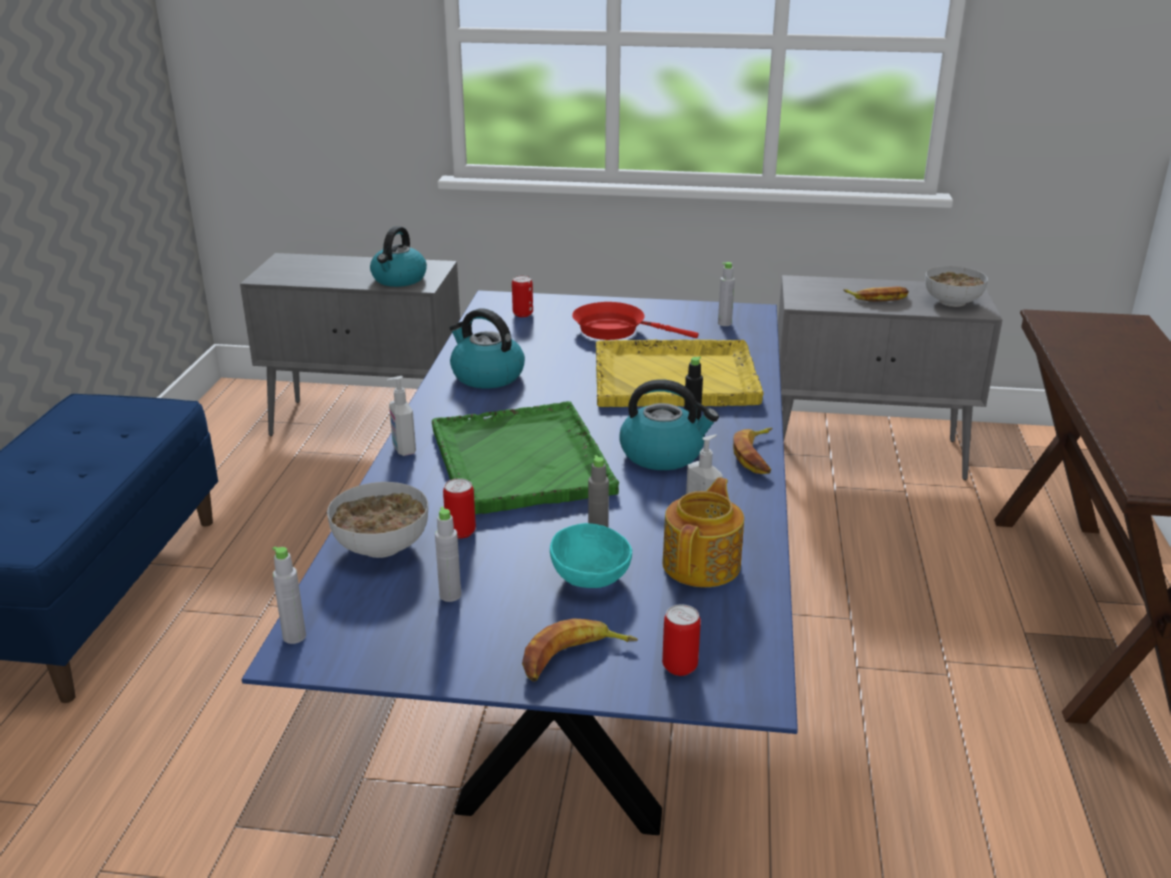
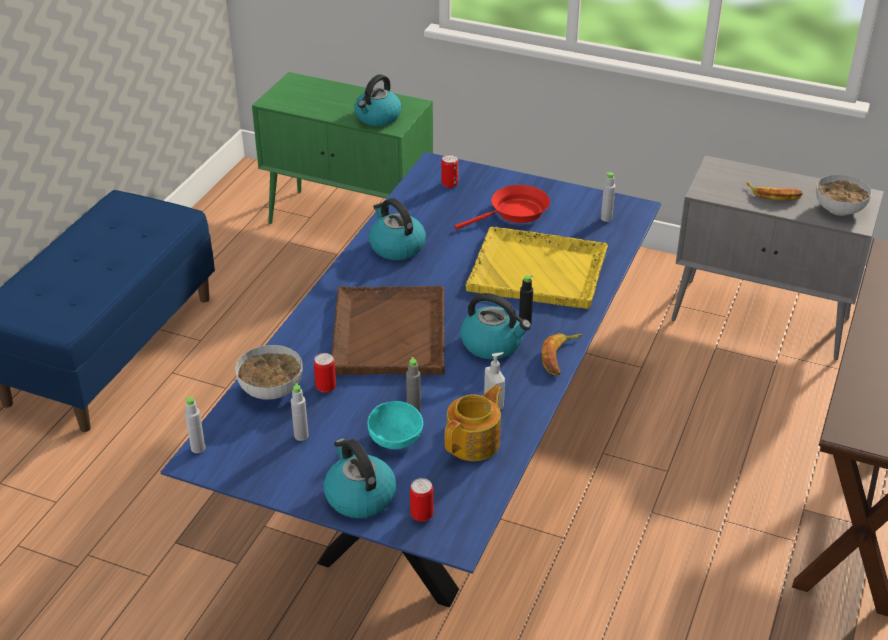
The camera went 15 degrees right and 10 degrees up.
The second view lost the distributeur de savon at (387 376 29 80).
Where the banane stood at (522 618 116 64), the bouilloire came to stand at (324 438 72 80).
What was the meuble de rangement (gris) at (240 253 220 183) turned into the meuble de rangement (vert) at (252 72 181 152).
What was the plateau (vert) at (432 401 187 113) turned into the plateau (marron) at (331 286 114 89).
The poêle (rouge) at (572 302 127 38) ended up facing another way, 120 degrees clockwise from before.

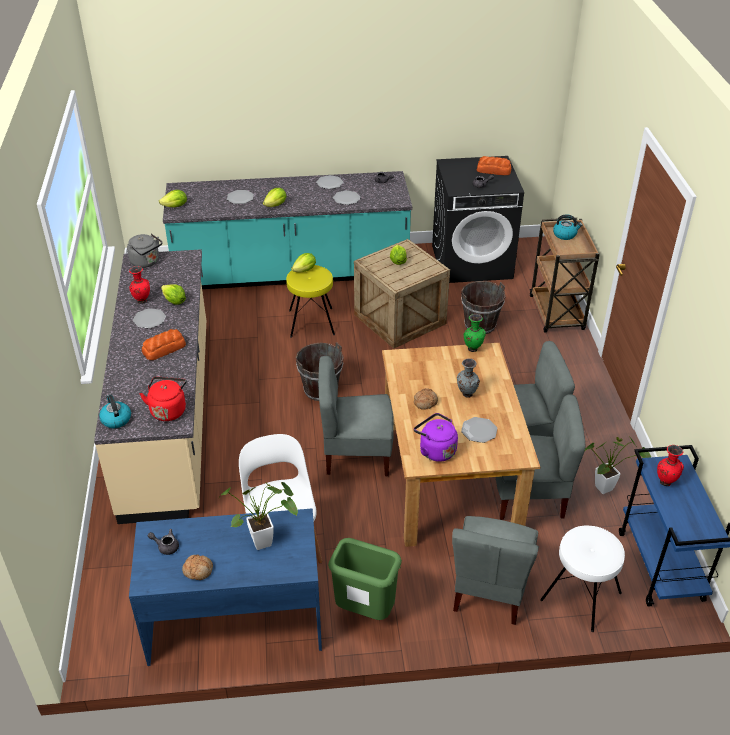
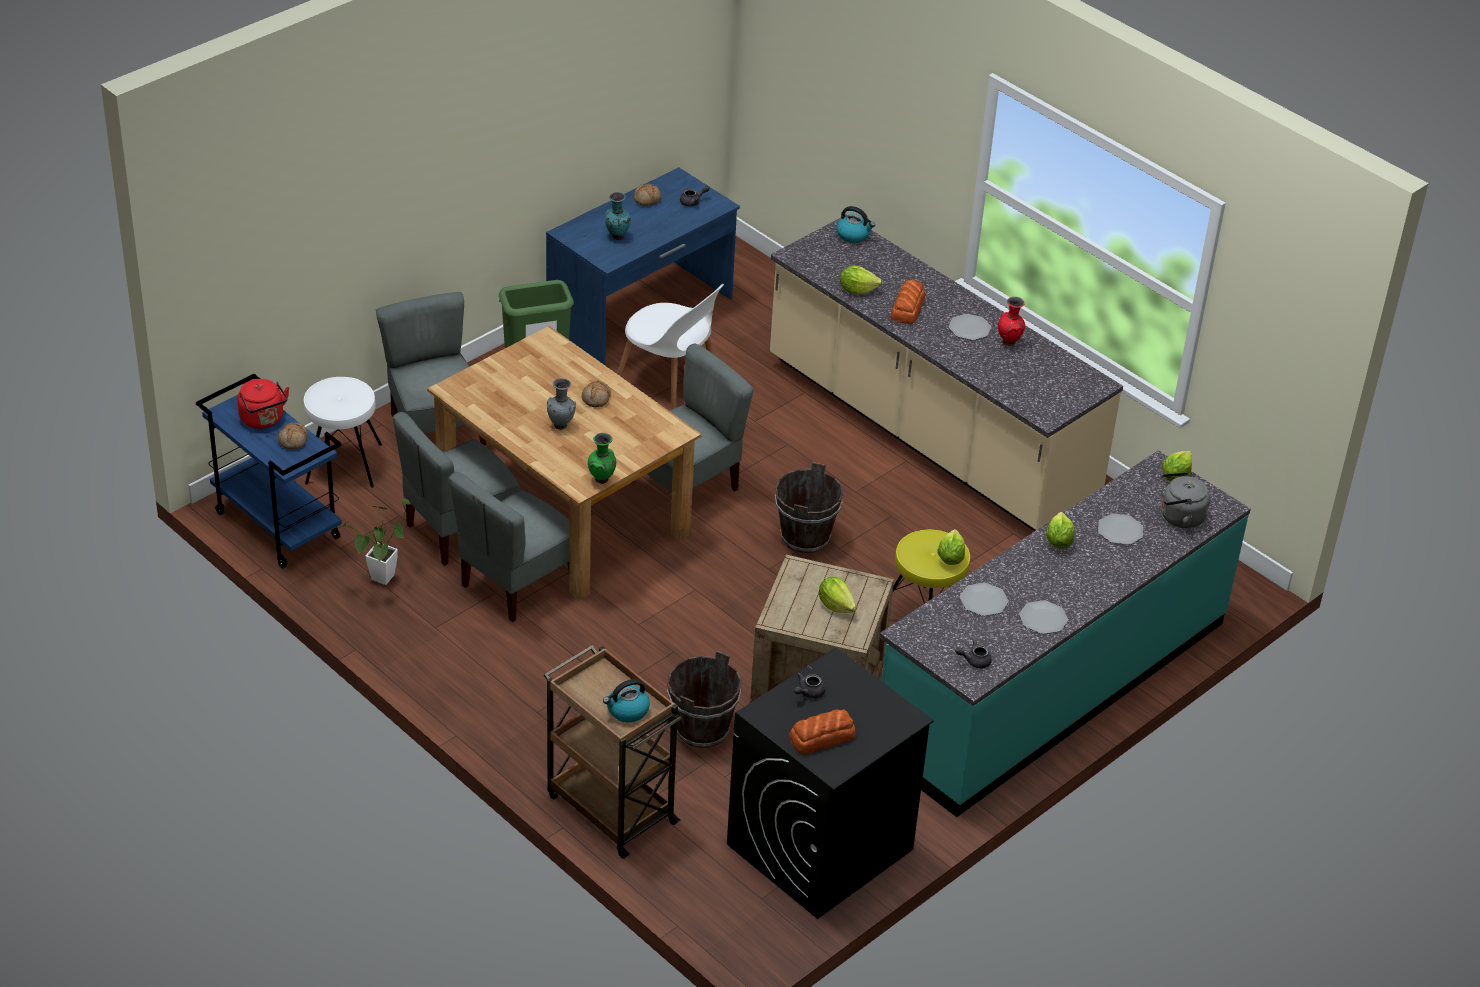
The camera went 140 degrees right and 0 degrees up.
The second view lost the bouilloire (violet) at (414 413 44 49).
The second view lost the assiette at (461 417 36 26).
The bouilloire (gris) ended up elsewhere, having gone from (127 233 35 35) to (1161 472 49 56).
The bouilloire (rouge) ended up elsewhere, having gone from (140 377 47 44) to (237 379 53 50).
The laitue ended up elsewhere, having gone from (161 284 25 21) to (840 265 42 29).
Where the plante en pot stood at (220 482 78 68), the vase (turquoise) came to stand at (605 192 26 48).
Where the vase (rouge) stood at (657 445 27 41), the pain came to stand at (278 422 30 28).

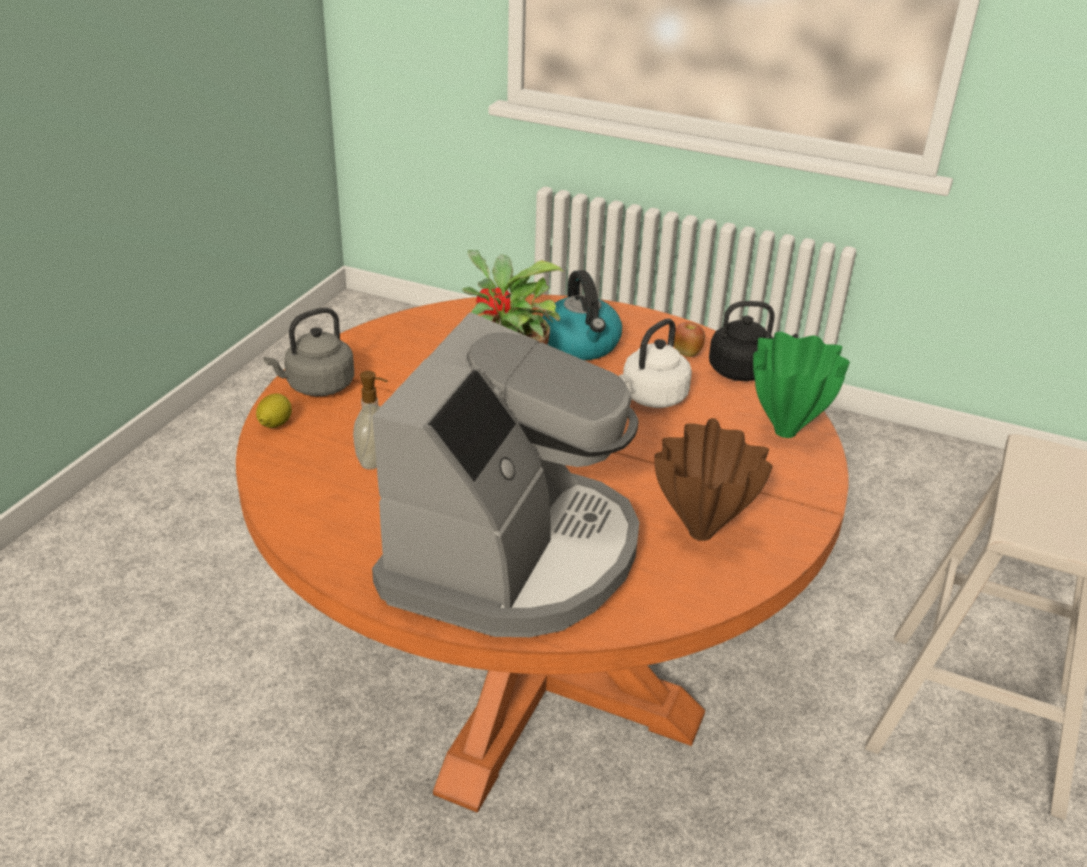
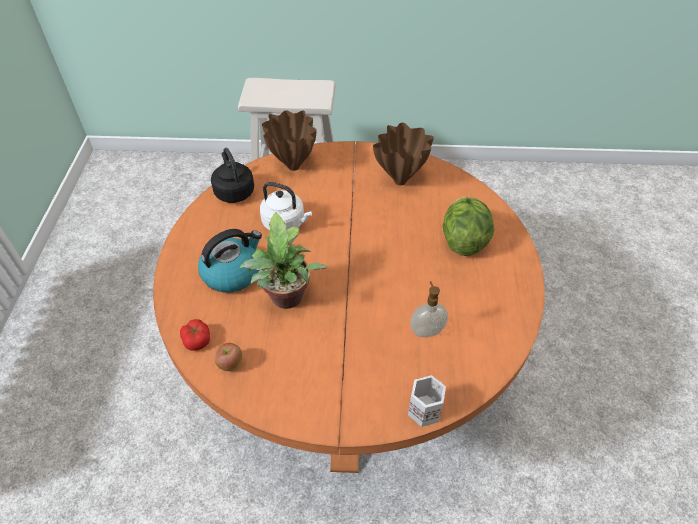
The camera went 110 degrees left and 15 degrees up.
The second view lost the bouilloire (gris) at (264 308 90 88).
The pomme ended up elsewhere, having gone from (674 322 31 35) to (214 343 28 28).
Where the citron stood at (256 393 36 35), the mug (blanc) came to stand at (408 375 38 52).
Where the machine à café stood at (372 312 267 325), the laitue came to stand at (442 197 52 59).
What was the vase (vert) at (753 332 97 106) turned into the vase (marron) at (262 110 55 61).

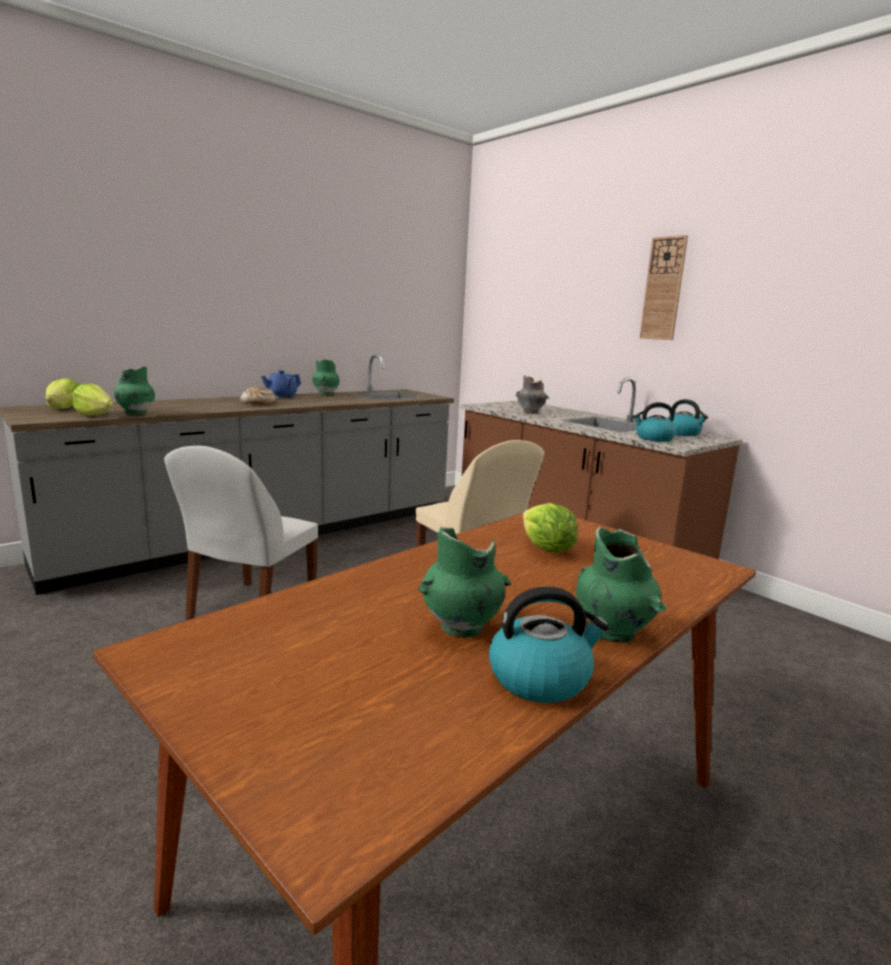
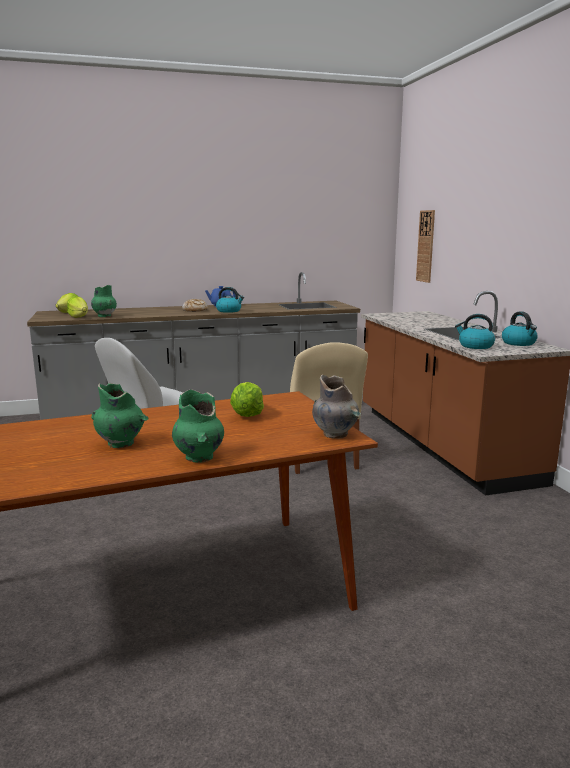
The camera went 25 degrees right and 0 degrees up.
The second view lost the vase (vert) at (312 359 28 36).
The bouilloire ended up elsewhere, having gone from (489 587 120 116) to (216 287 28 26).
The vase (gris) ended up elsewhere, having gone from (516 375 34 39) to (312 375 49 64).
The horloge murale ended up elsewhere, having gone from (639 235 49 105) to (416 210 19 73).

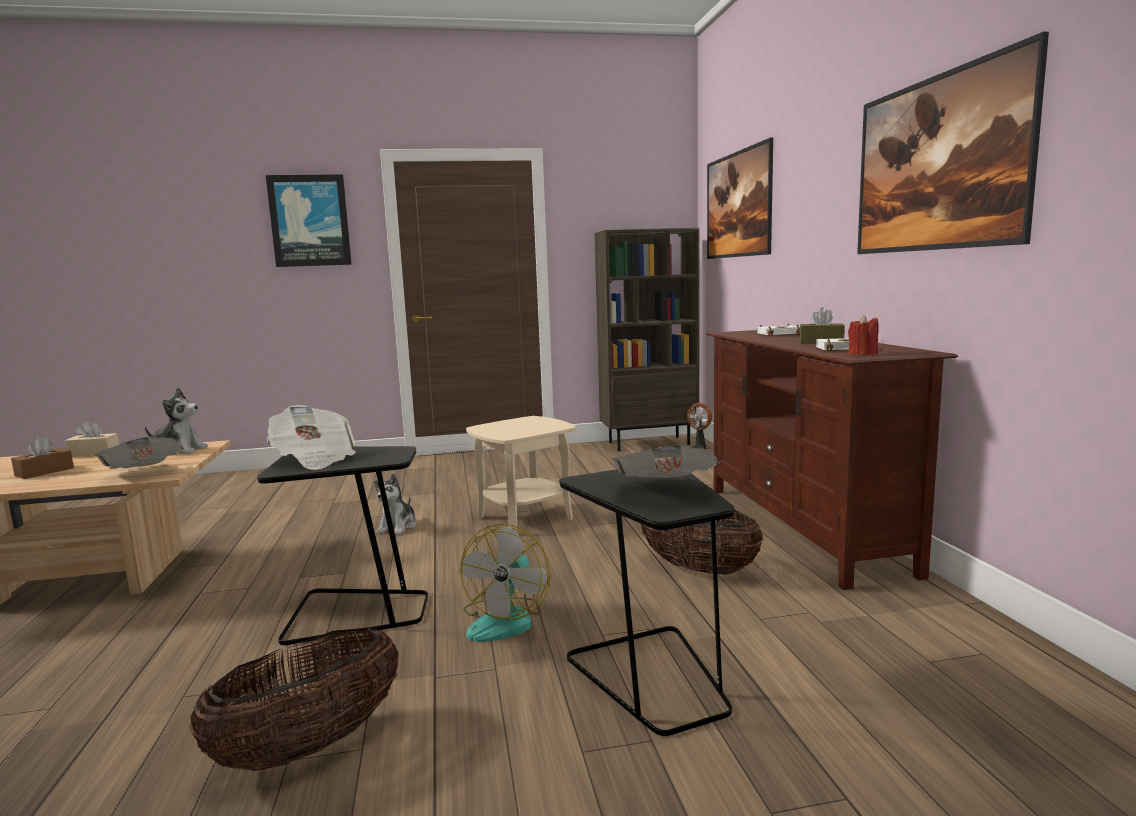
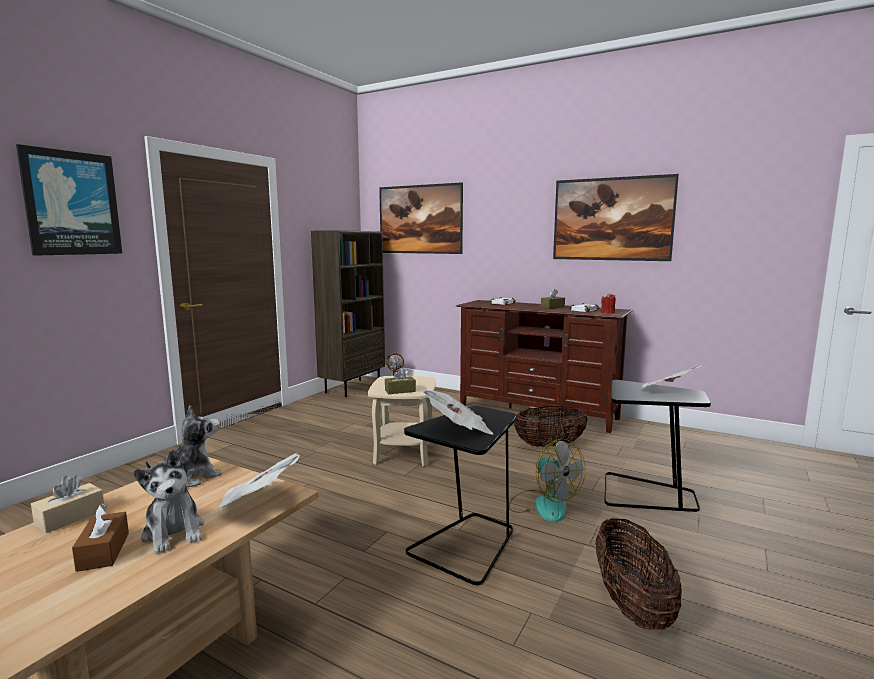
The camera went 50 degrees left and 0 degrees up.
The second view gained the boîte à mouchoirs (marron) at (385 368 31 26).
The peluche ended up elsewhere, having gone from (374 474 43 61) to (133 450 71 104).

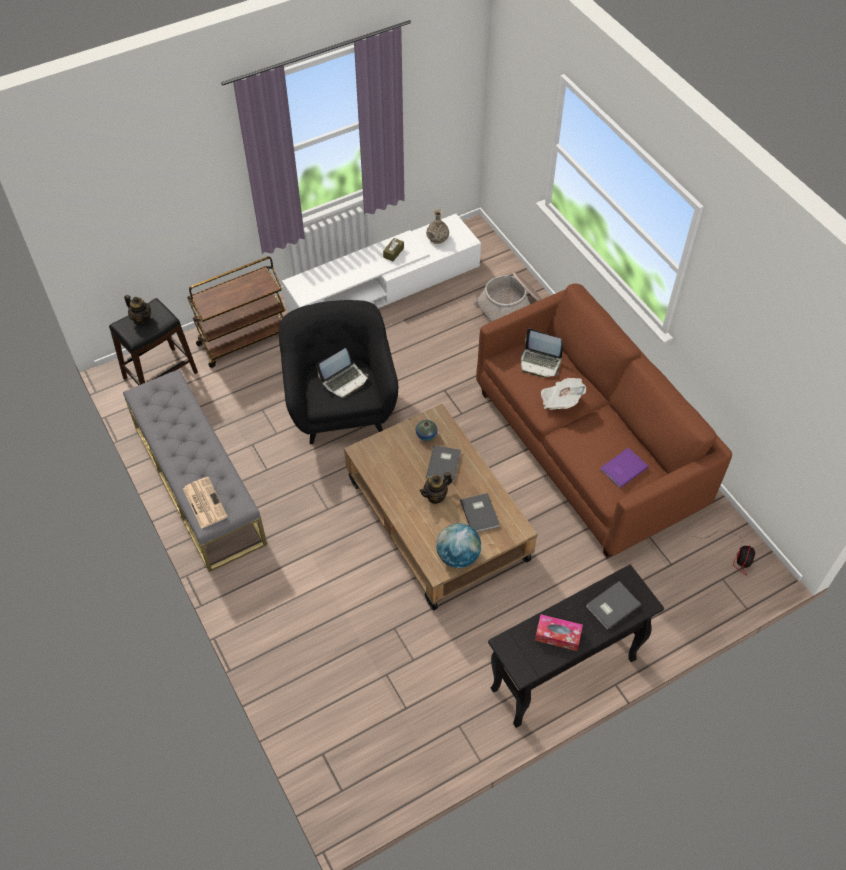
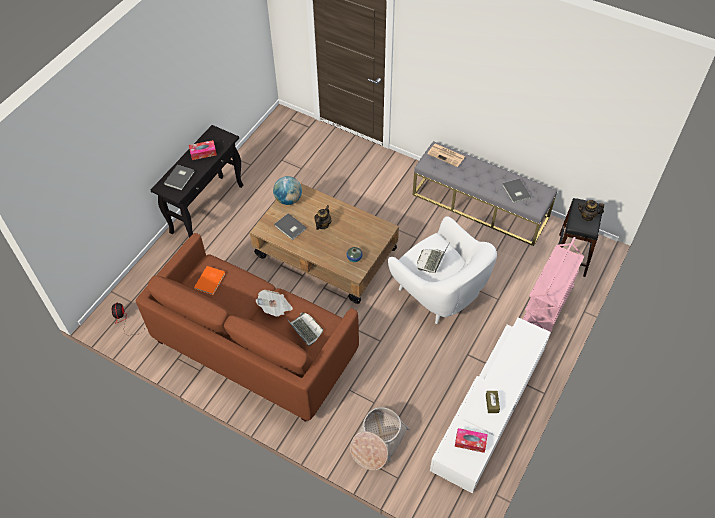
The camera went 150 degrees right and 0 degrees up.
The livre (gris) ended up elsewhere, having gone from (426 445 35 38) to (502 178 29 25).
Where the vase stood at (426 209 23 35), the boîte à mouchoirs came to stand at (455 428 33 25).
What was the chariot (marron) at (187 256 98 112) turned into the chariot (rose) at (523 237 61 100).
What was the fauteuil (noir) at (279 300 119 144) turned into the fauteuil (blanc) at (388 216 109 108).
What was the livre (violet) at (600 448 49 40) turned into the livre (orange) at (194 266 32 29).
The ordinateur portable at (521 329 42 48) ended up facing another way, 60 degrees clockwise from before.

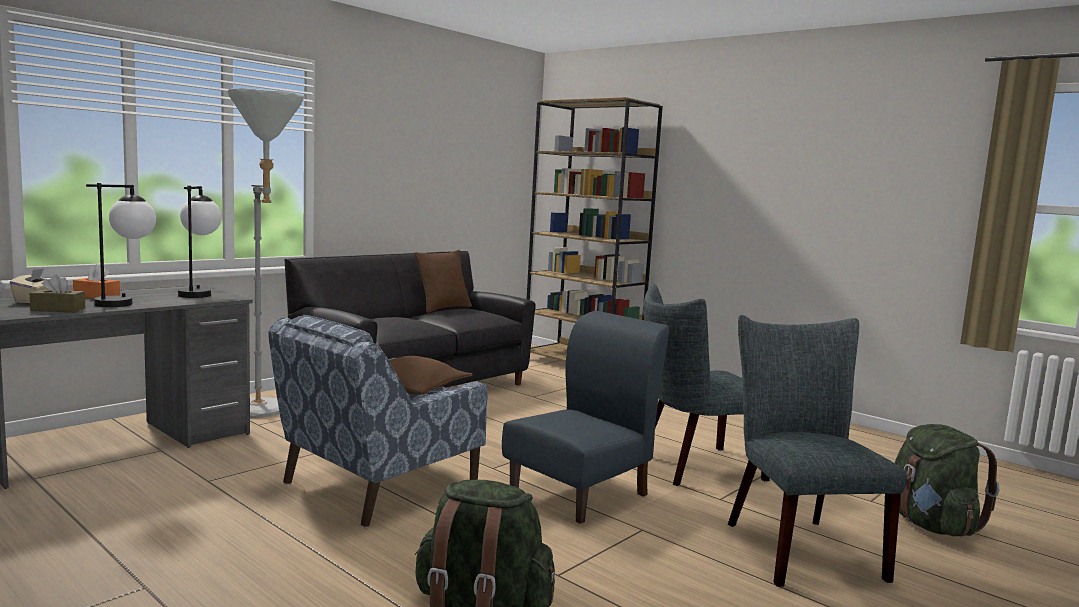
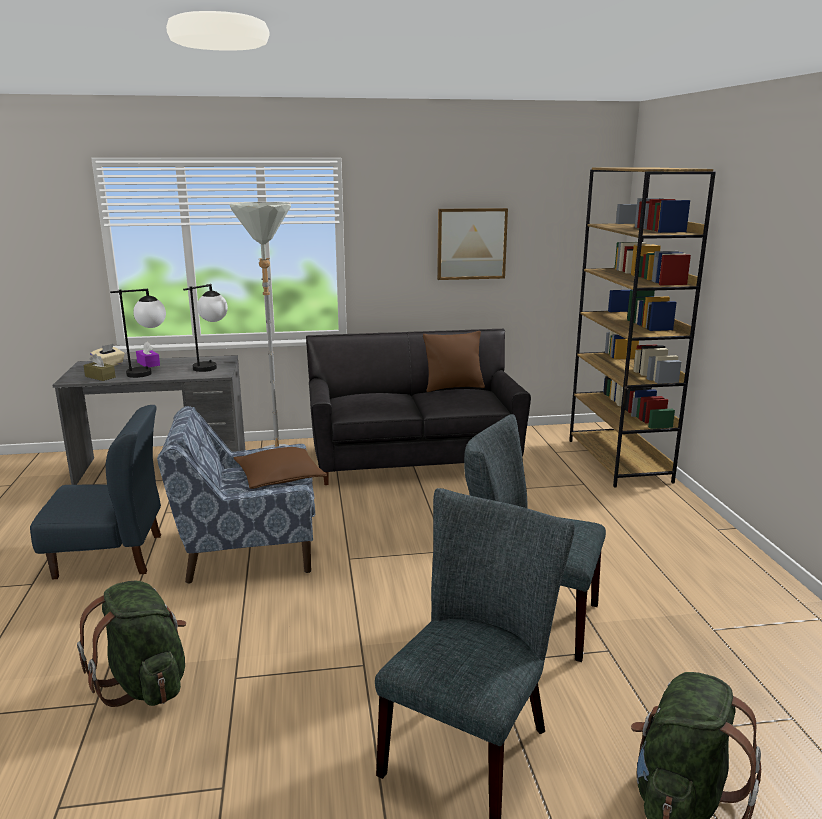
The camera went 40 degrees right and 10 degrees up.
The second view gained the tableau at (437 208 71 72).
The chaise (bleu) ended up elsewhere, having gone from (502 311 167 213) to (30 405 131 174).
What was the boîte à mouchoirs (orange) at (73 264 47 34) turned into the boîte à mouchoirs (violet) at (136 342 24 25).

